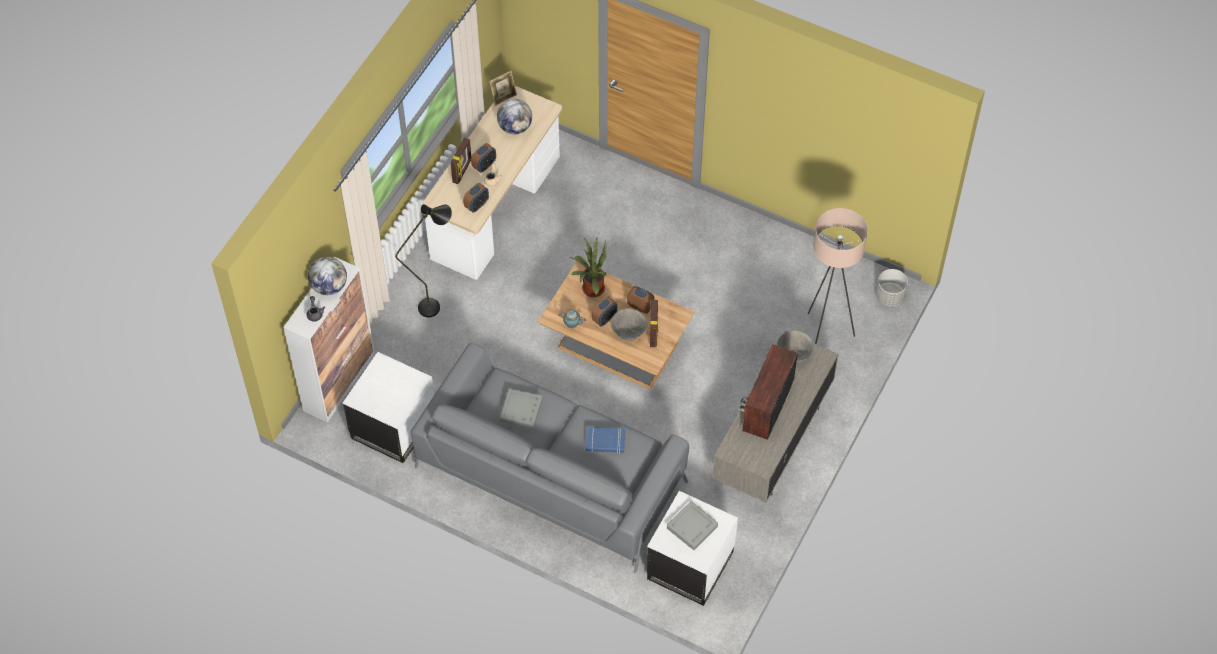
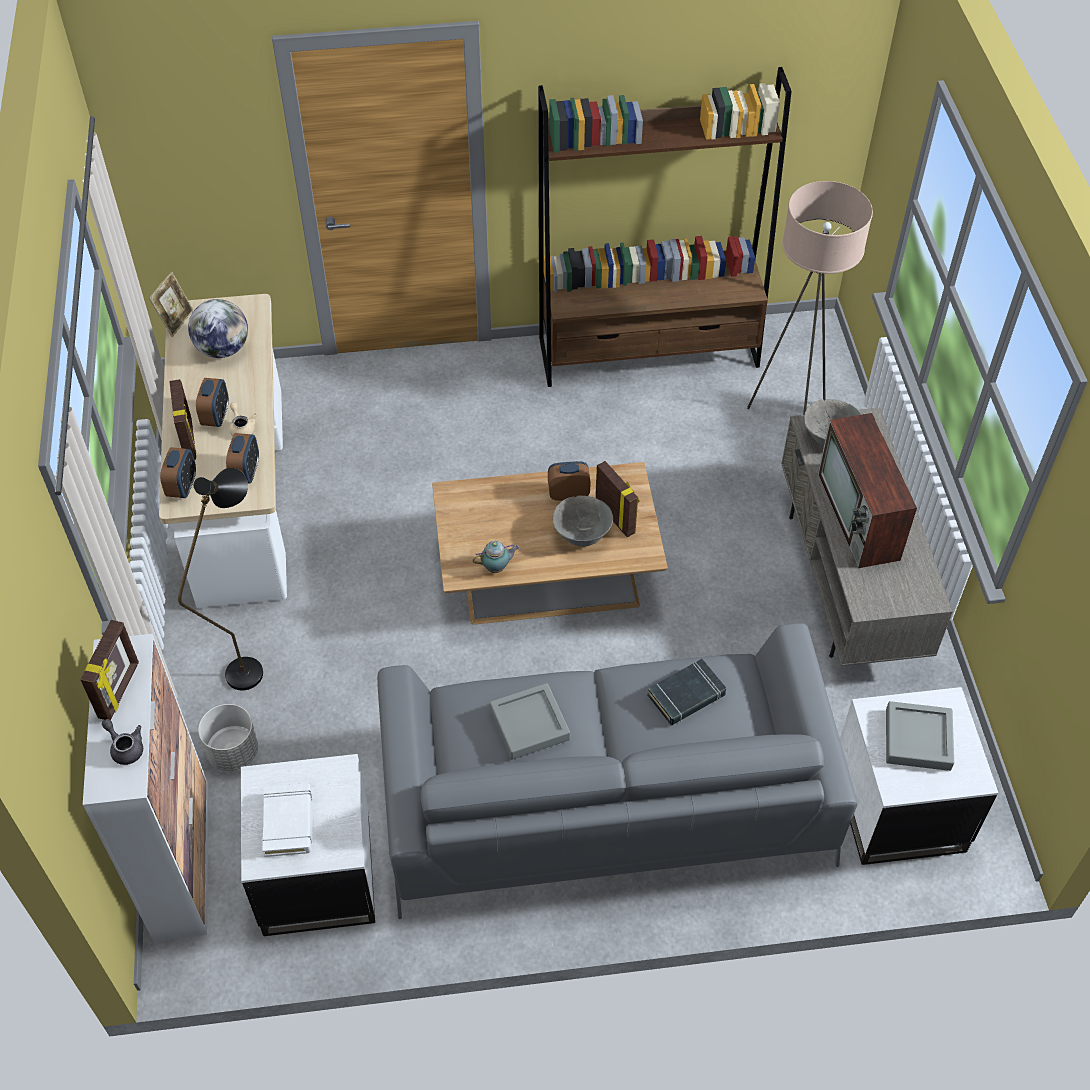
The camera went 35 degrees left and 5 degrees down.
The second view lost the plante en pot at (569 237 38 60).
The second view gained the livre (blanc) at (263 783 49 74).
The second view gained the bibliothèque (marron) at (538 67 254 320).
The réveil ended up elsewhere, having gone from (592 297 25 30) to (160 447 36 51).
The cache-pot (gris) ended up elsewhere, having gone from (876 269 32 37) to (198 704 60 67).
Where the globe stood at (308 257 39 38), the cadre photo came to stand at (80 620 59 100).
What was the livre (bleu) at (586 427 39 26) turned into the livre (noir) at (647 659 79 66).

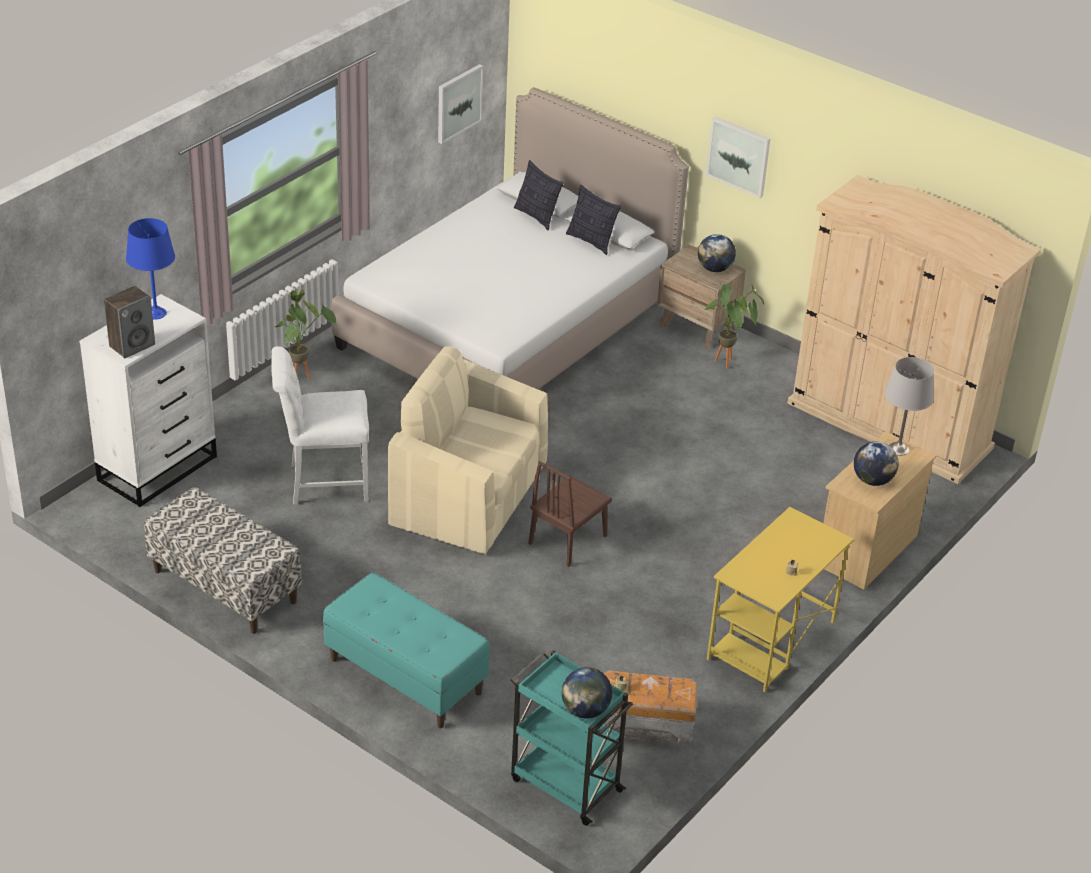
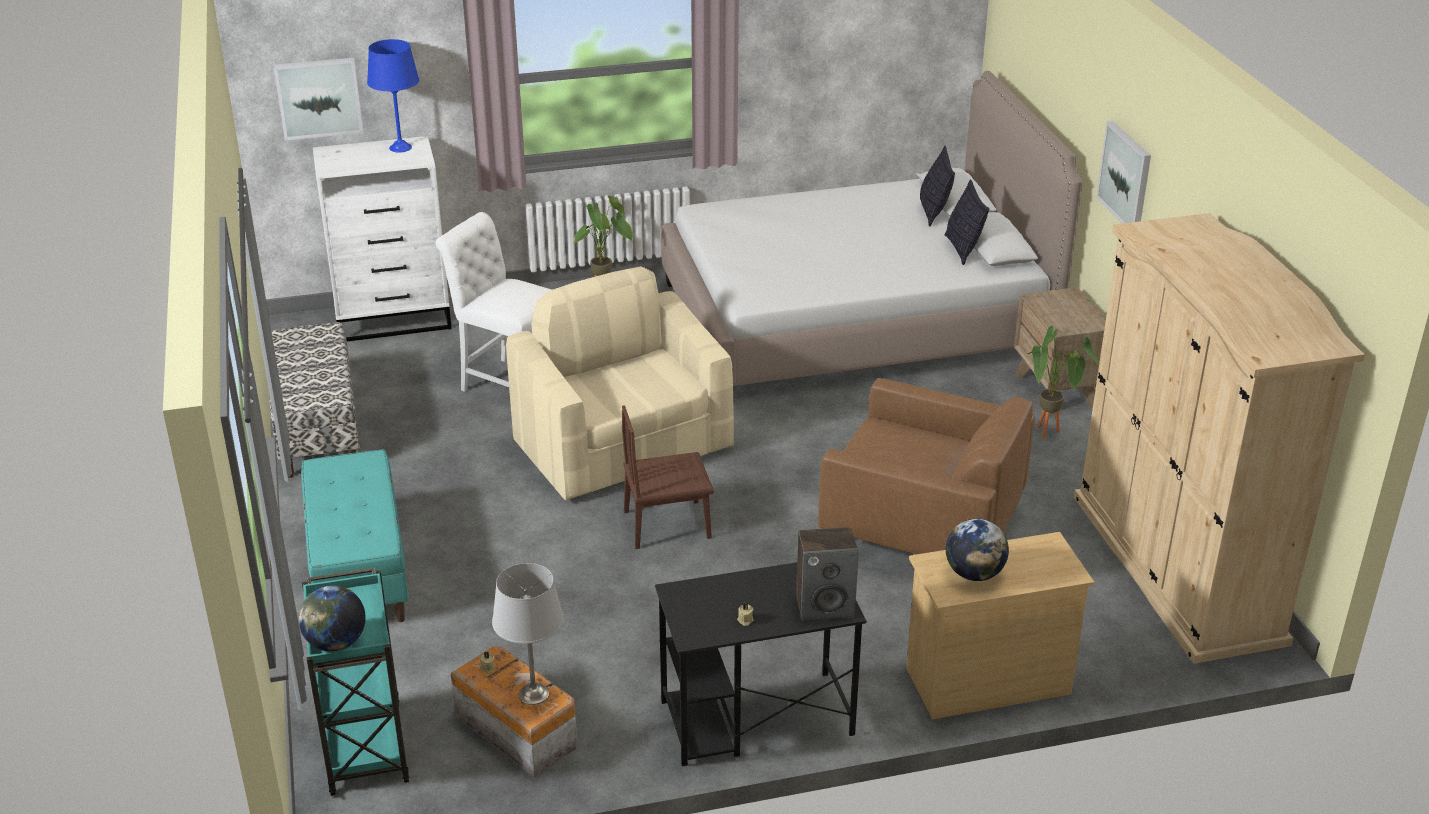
The camera went 40 degrees right and 5 degrees down.
The second view lost the globe at (698 234 38 38).
The second view gained the fauteuil (marron) at (818 378 217 176).
The enceinte ended up elsewhere, having gone from (104 286 51 73) to (796 527 63 94).
The tableau ended up elsewhere, having gone from (438 64 45 80) to (274 58 89 82).
The lampe de table (gris) ended up elsewhere, having gone from (885 357 49 99) to (492 563 72 142).
What was the bureau (jaune) at (707 507 147 185) turned into the bureau (noir) at (655 562 211 204).

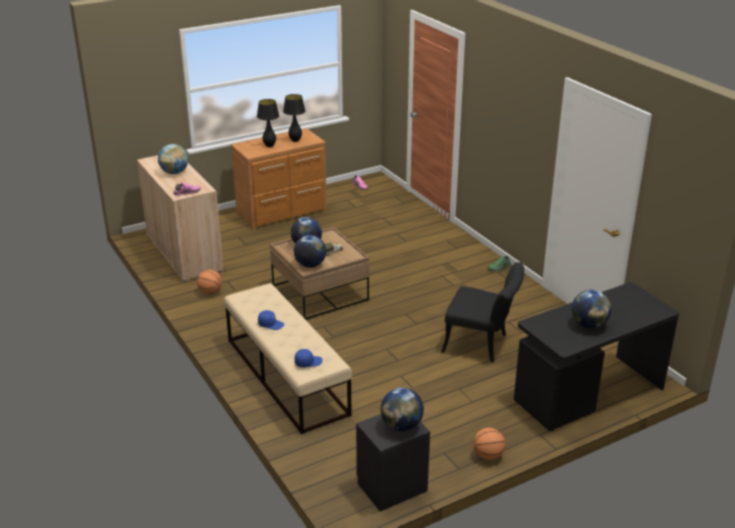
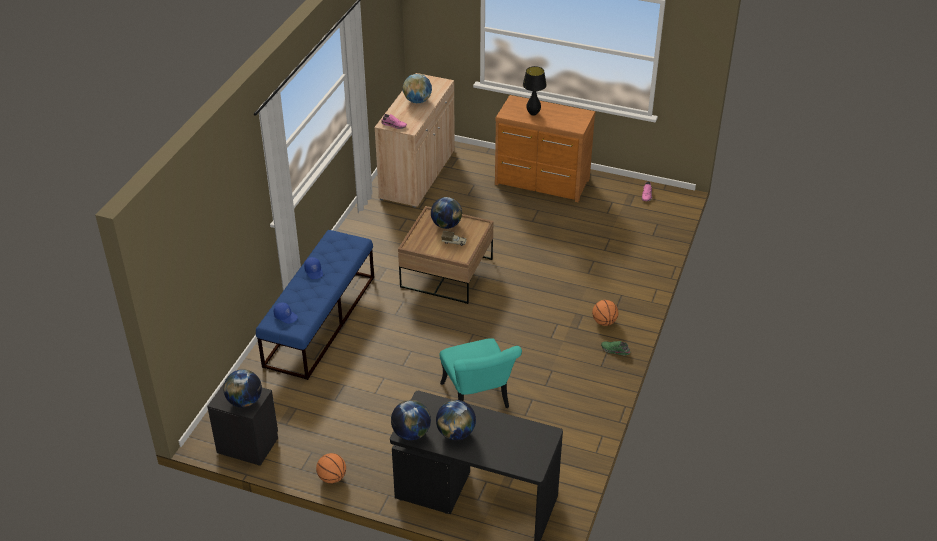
The camera went 50 degrees right and 10 degrees up.
The second view lost the lampe de table (noir) at (283 94 22 48).
The ballon de basket ended up elsewhere, having gone from (197 270 25 24) to (592 300 27 26).
The globe ended up elsewhere, having gone from (294 235 32 33) to (391 400 40 40).
What was the banc (beige) at (224 283 128 151) turned into the banc (bleu) at (256 230 118 150).
What was the chaise (noir) at (441 262 83 100) turned into the chaise (turquoise) at (440 338 82 70).

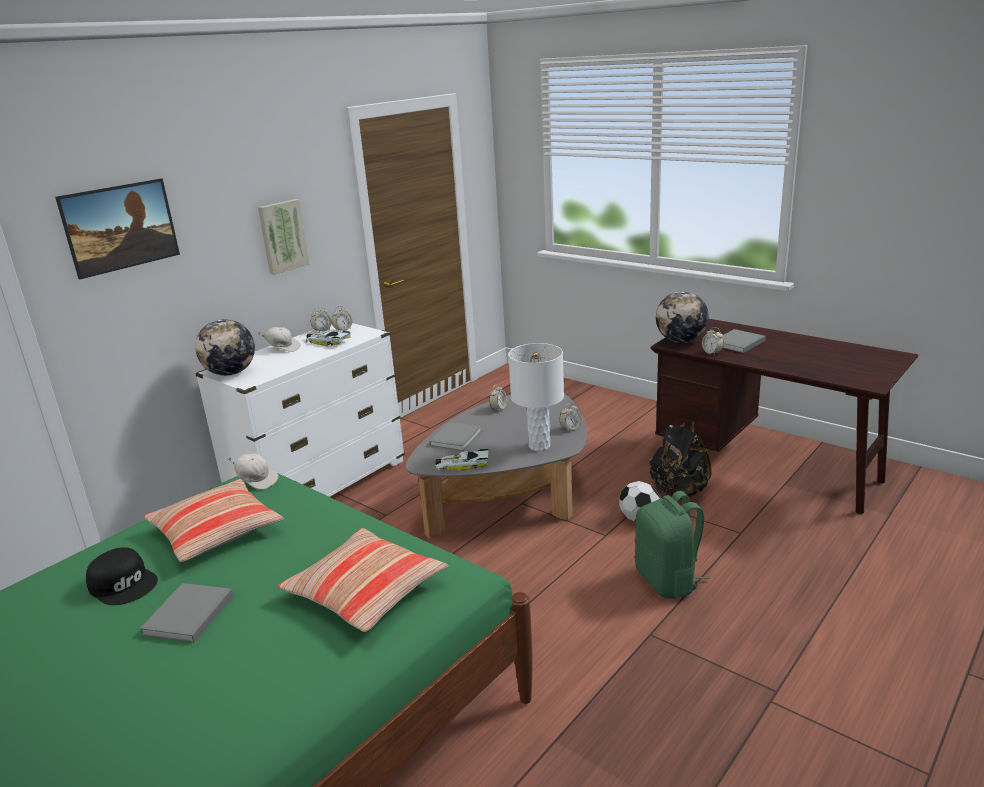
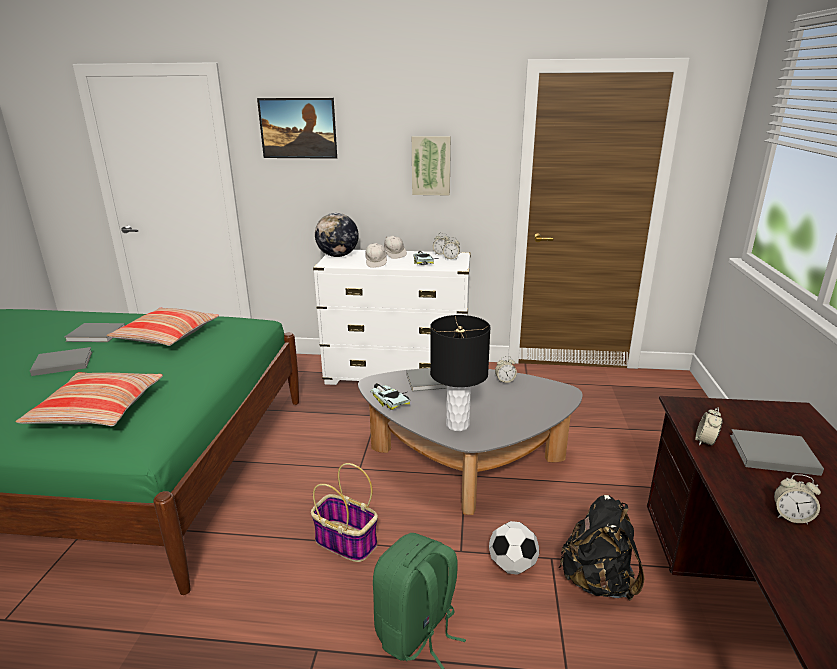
The camera went 55 degrees right and 0 degrees up.
The second view lost the globe at (656 291 53 52).
The second view gained the panier at (311 463 67 99).
The casquette (blanc) ended up elsewhere, having gone from (228 454 51 36) to (366 243 21 25).
The réveil ended up elsewhere, having gone from (559 403 23 29) to (774 474 47 51).
Where the casquette (noir) stood at (86 547 72 58), the livre (gris) came to stand at (65 323 60 19).
What was the lampe de table (blanc) at (508 343 56 108) turned into the lampe de table (noir) at (430 315 61 116).

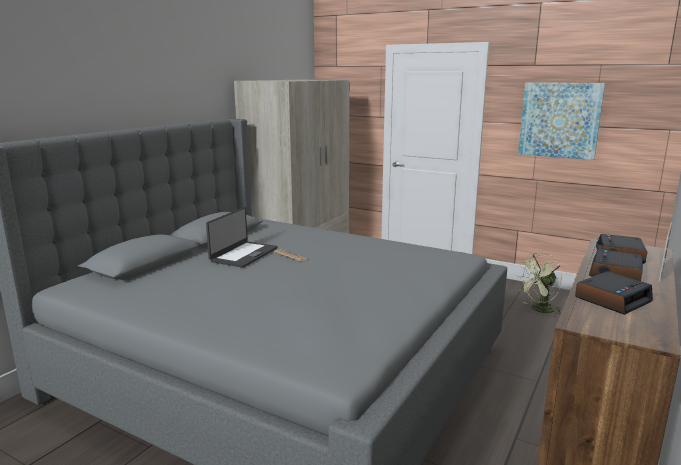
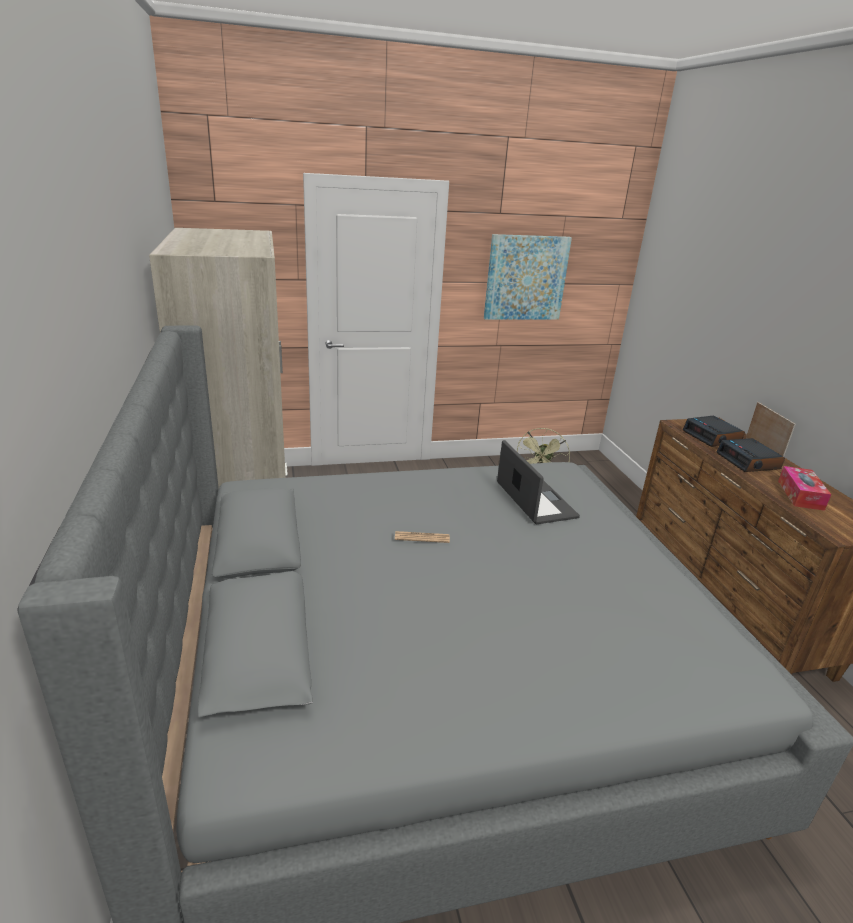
The camera went 45 degrees left and 10 degrees up.
The ordinateur portable ended up elsewhere, having gone from (206 207 72 61) to (497 440 83 84).
Where the réveil stood at (575 271 78 44), the boîte à mouchoirs came to stand at (778 466 53 45).

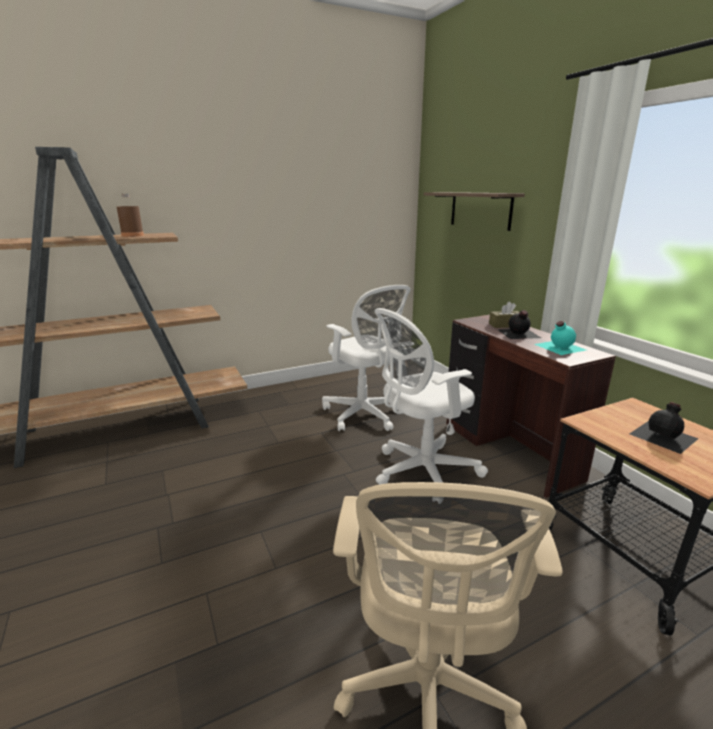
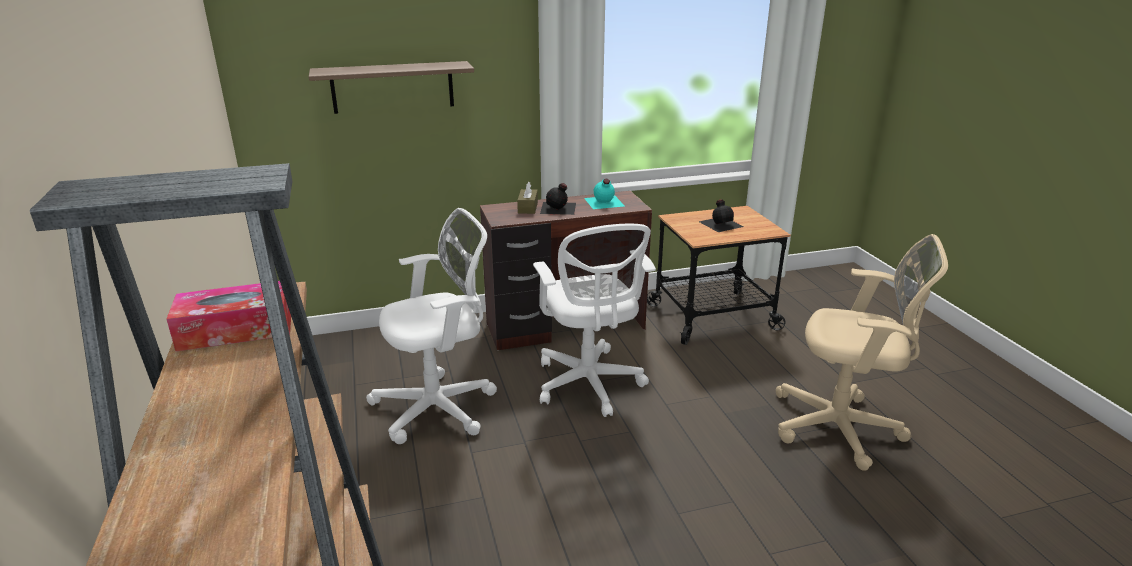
The camera went 80 degrees left and 5 degrees up.
Where the bouteille (marron) stood at (117 194 27 43), the boîte à mouchoirs came to stand at (167 281 124 70).

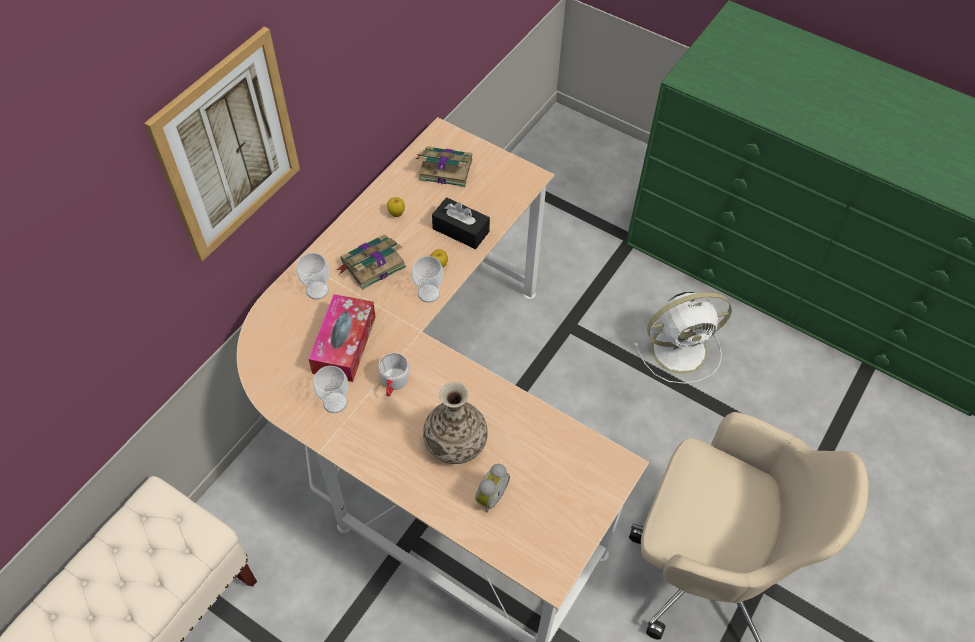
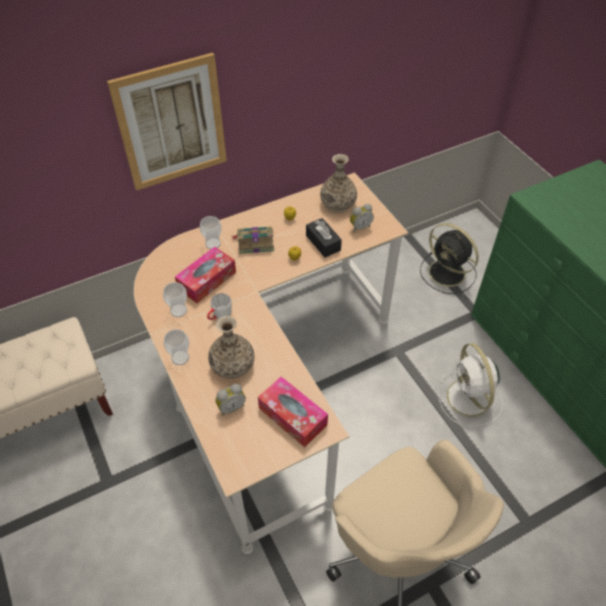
The camera went 30 degrees right and 5 degrees down.
The second view gained the boîte à mouchoirs at (258 376 70 71).
The second view gained the réveil at (350 204 24 28).
The second view gained the ventilateur (noir) at (420 223 59 71).
The tasse ended up elsewhere, having gone from (412 256 32 47) to (164 329 25 36).
Where the livre stood at (415 146 57 41), the vase came to stand at (320 154 37 59).
The ventilateur (blanc) at (634 292 98 92) ended up facing another way, 60 degrees clockwise from before.

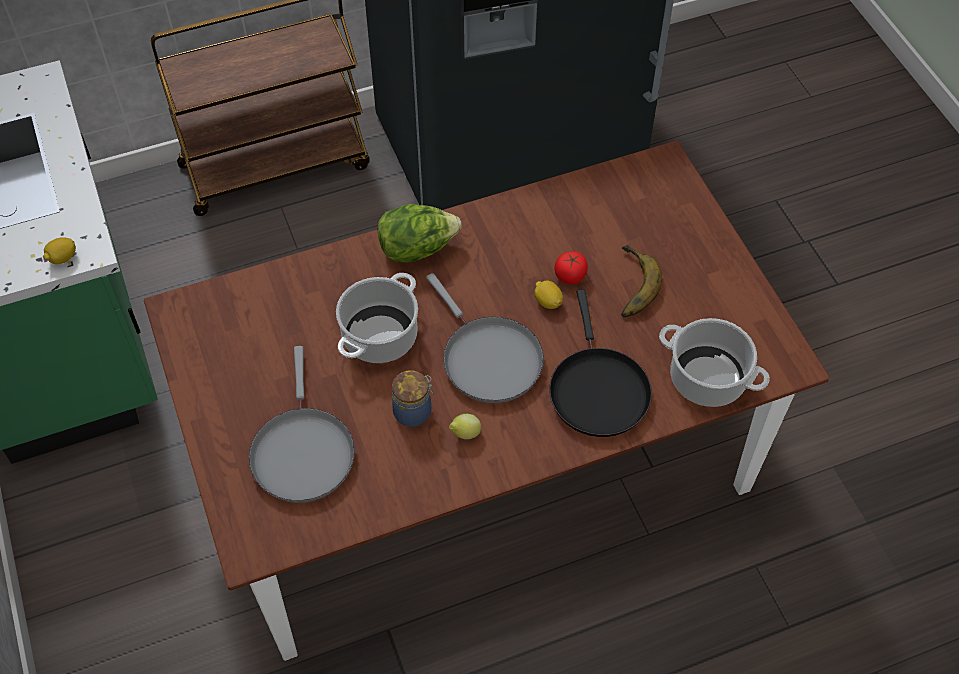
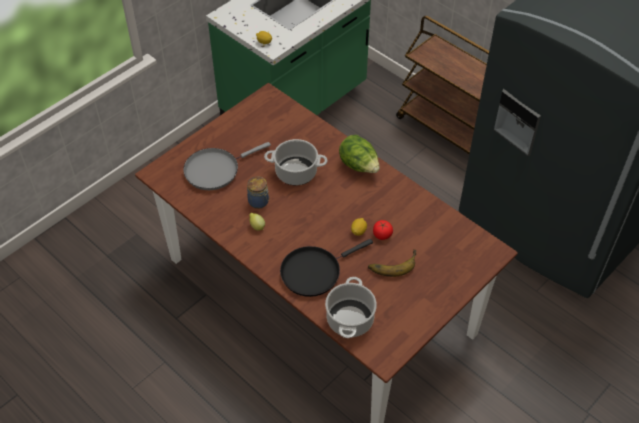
The camera went 65 degrees right and 5 degrees down.
The second view lost the poêle (gris) at (426 273 118 130).

